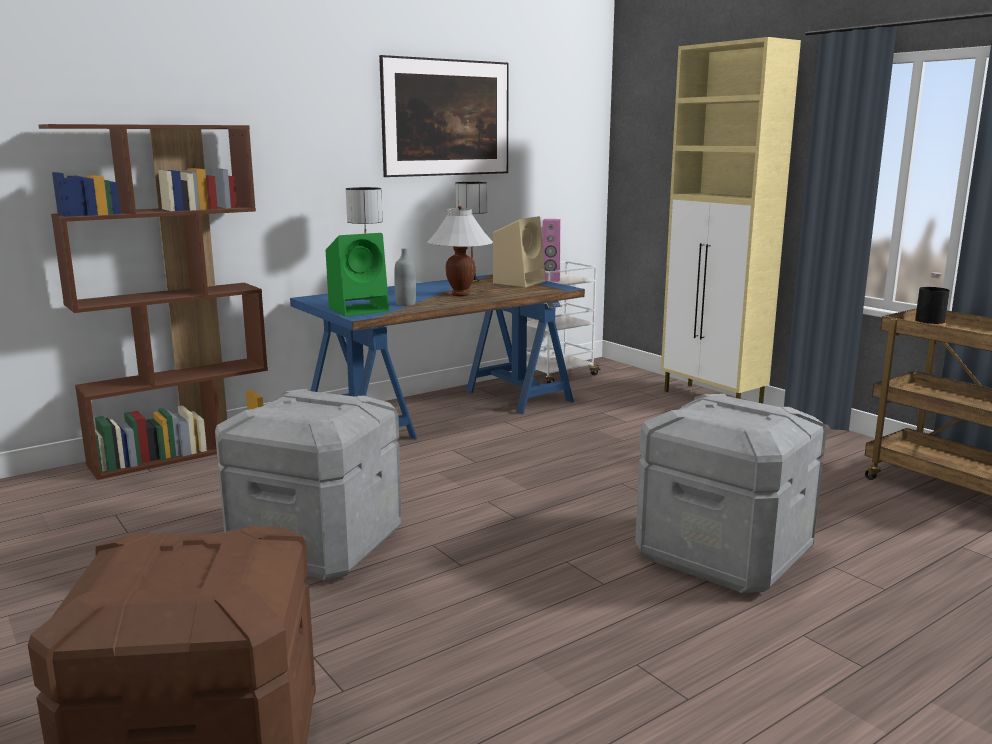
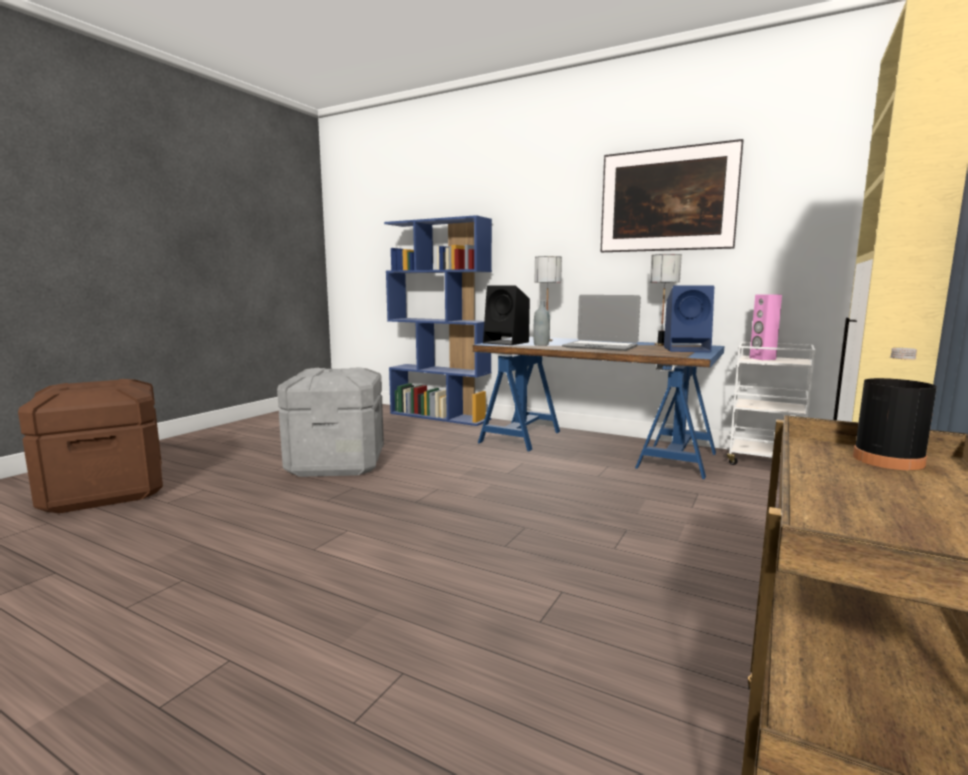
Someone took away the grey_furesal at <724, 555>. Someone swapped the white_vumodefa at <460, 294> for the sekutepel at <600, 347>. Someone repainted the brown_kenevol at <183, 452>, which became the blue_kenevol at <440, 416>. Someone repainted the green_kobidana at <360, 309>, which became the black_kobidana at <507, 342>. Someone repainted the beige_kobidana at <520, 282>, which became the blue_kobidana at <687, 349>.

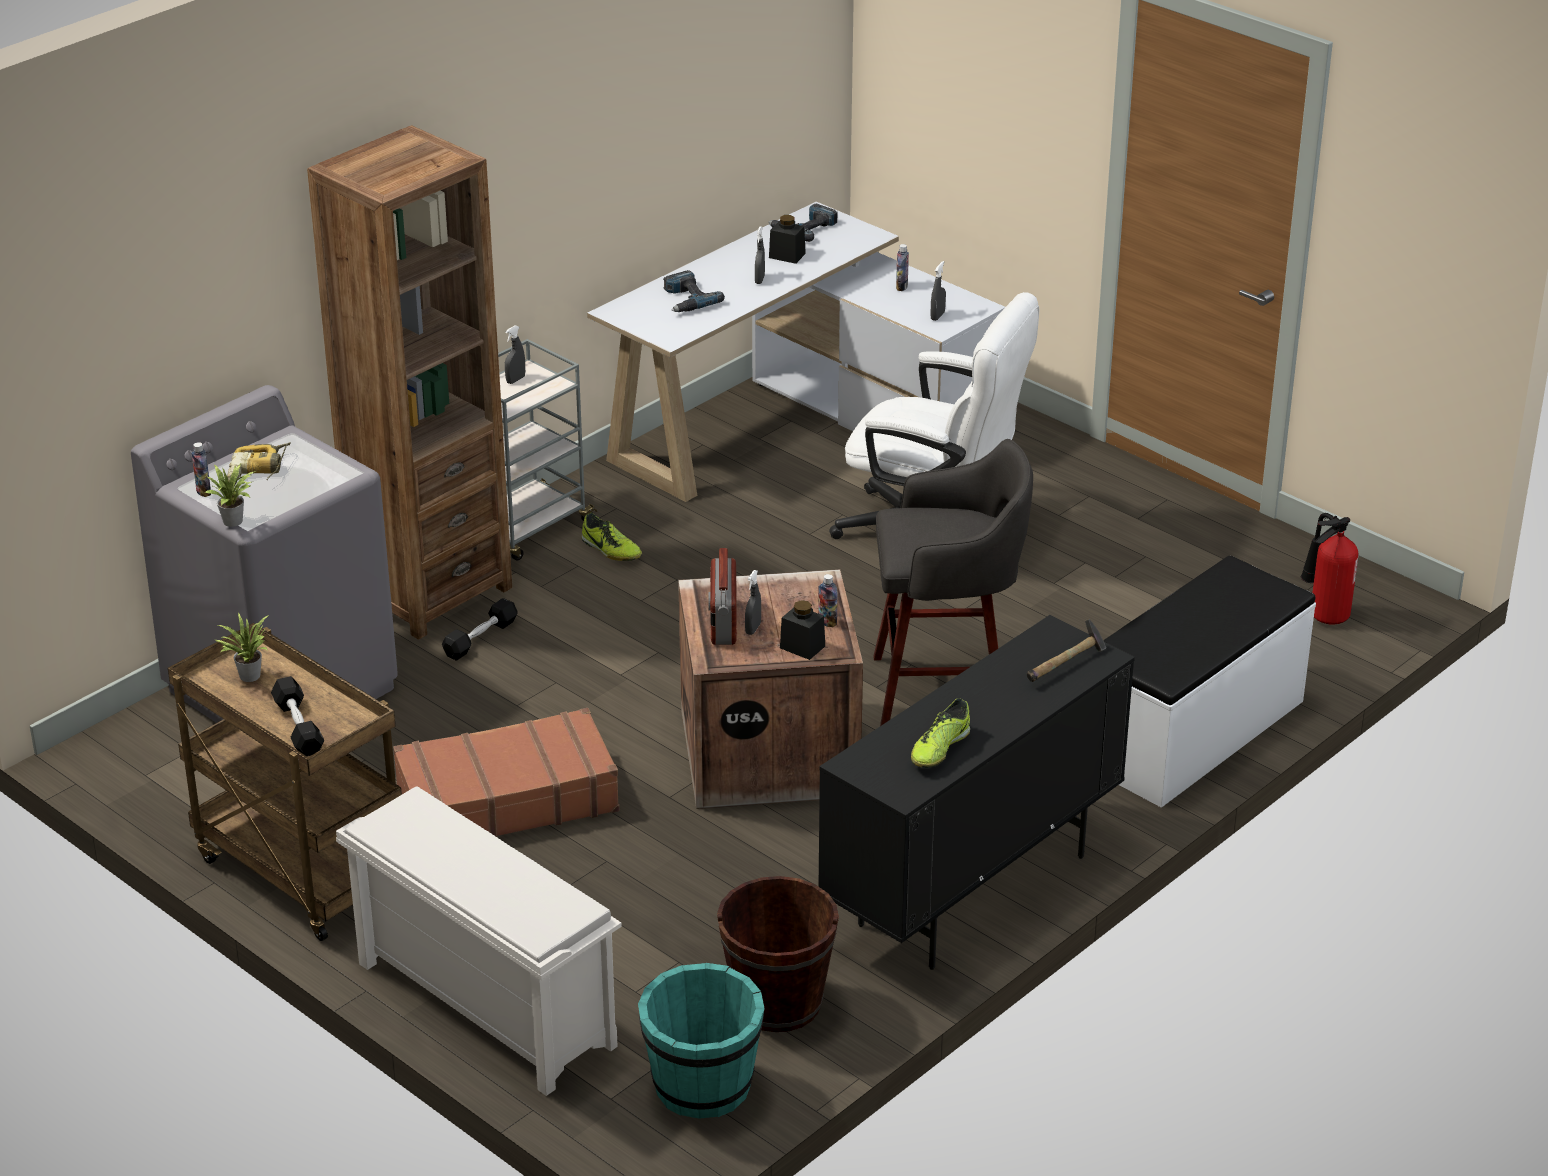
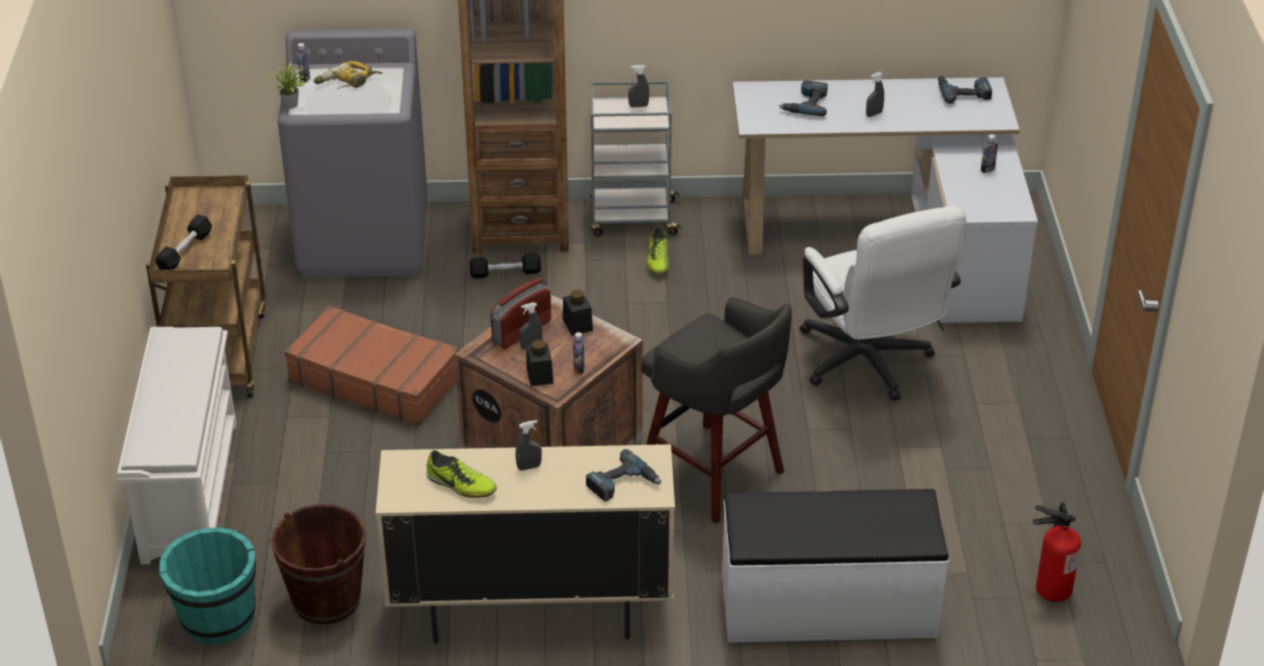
Someone took away the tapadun at <247, 675>. Someone carried the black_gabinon from <787, 255> to <577, 325>. Someone carried the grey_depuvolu from <937, 316> to <529, 467>. Someone swapped the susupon at <1066, 665> for the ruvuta at <623, 484>. Someone repainted the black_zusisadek at <972, 891>, which became the beige_zusisadek at <531, 612>. Someone rotated the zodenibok at <939, 749> by 135 degrees counterclockwise.

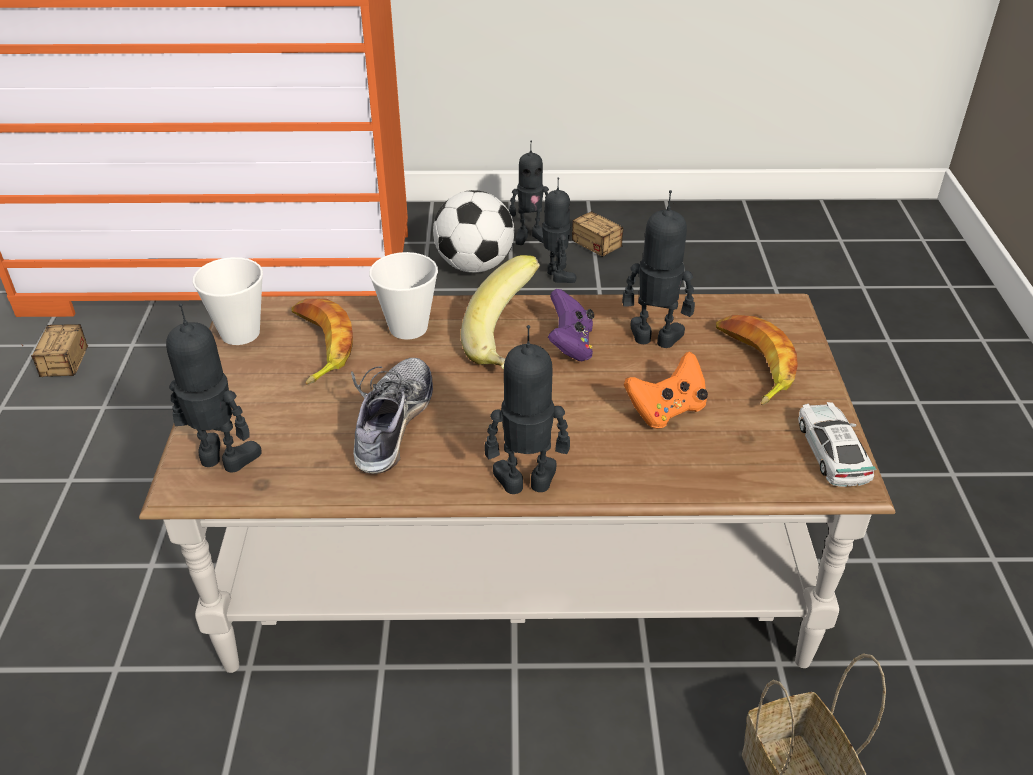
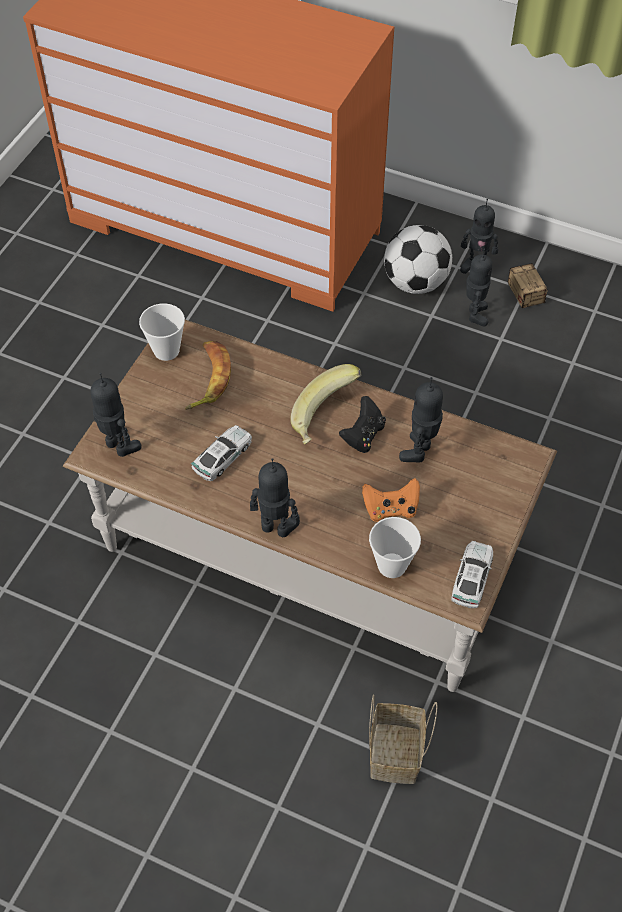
Someone took away the furesal at <54, 384>. Someone took away the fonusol at <752, 364>. Someone carried the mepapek from <408, 328> to <392, 565>. Someone swapped the zodenibok at <393, 424> for the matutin at <223, 456>. Someone repainted the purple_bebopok at <570, 345>, which became the black_bebopok at <363, 435>. Someone rotated the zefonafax at <654, 339> by 105 degrees counterclockwise.

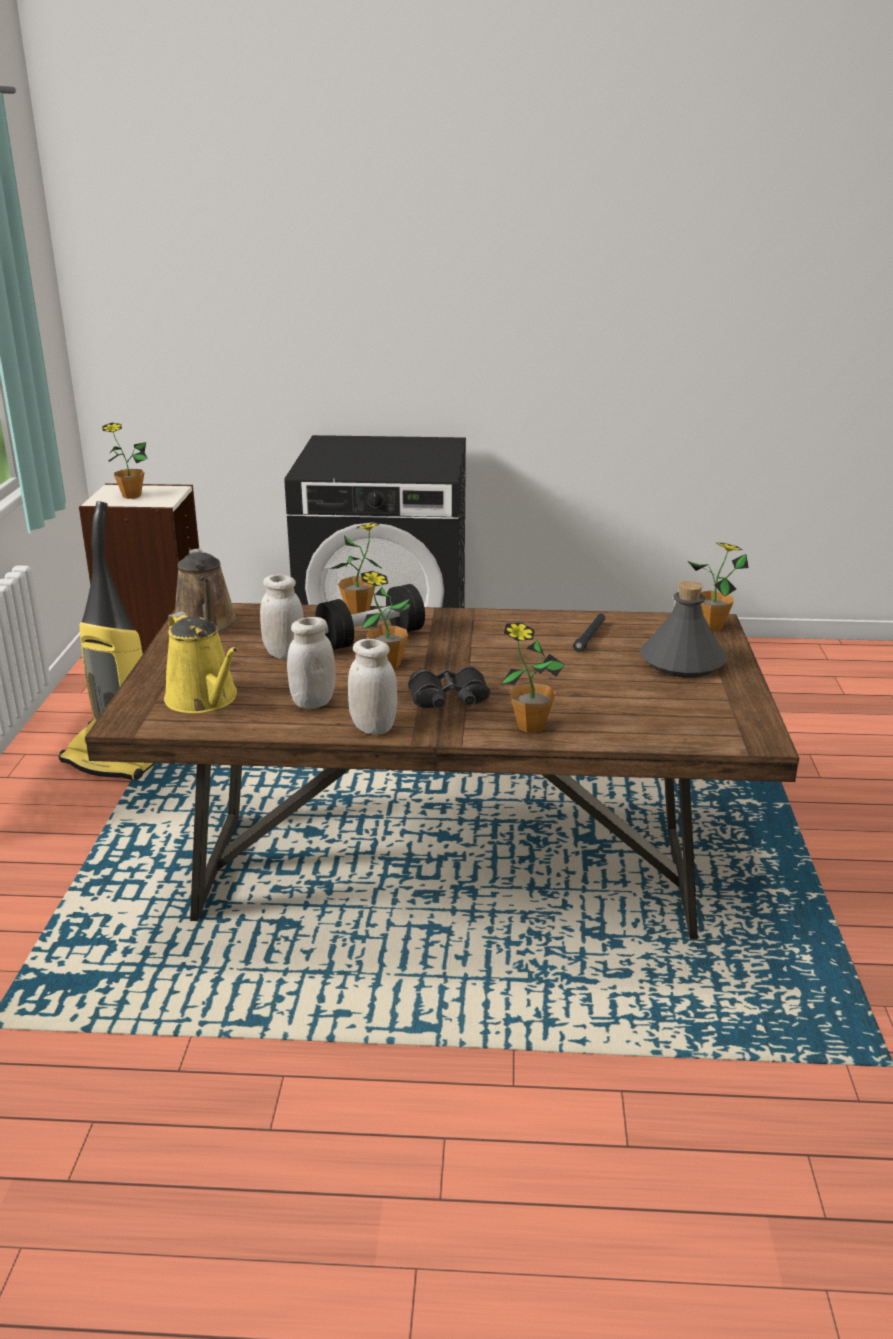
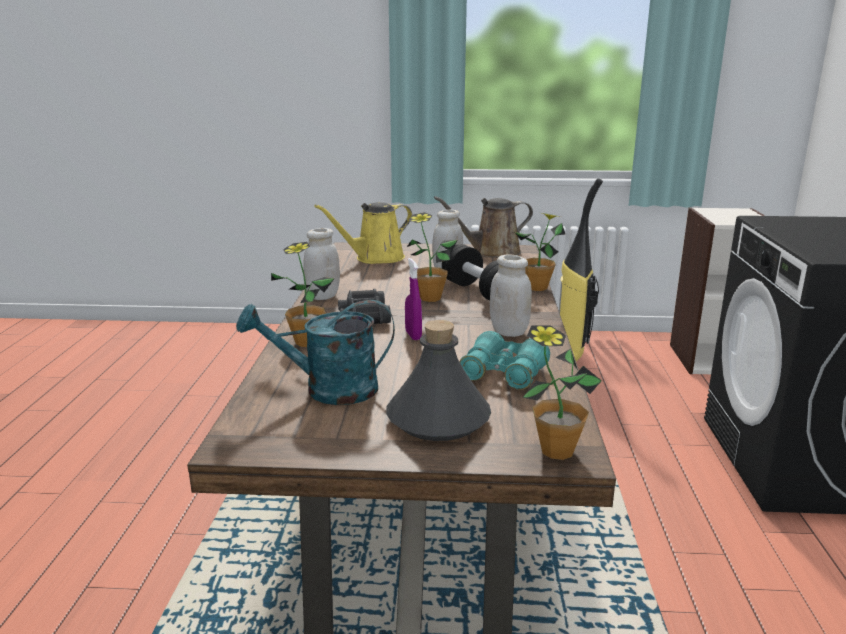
Someone took away the tapadun at <131, 496>. Someone put down the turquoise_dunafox at <328, 390>. Someone put down the purple_depuvolu at <413, 335>. Someone carried the white_gabinon from <313, 702> to <509, 332>. Someone swapped the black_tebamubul at <590, 636> for the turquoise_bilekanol at <503, 374>.

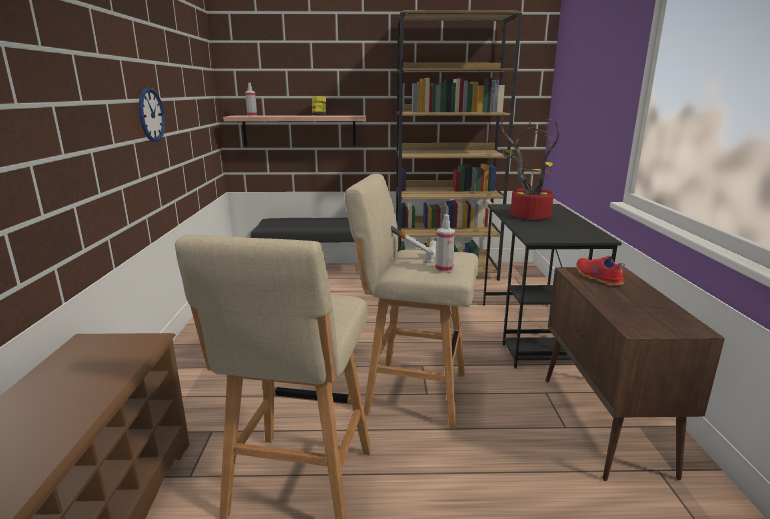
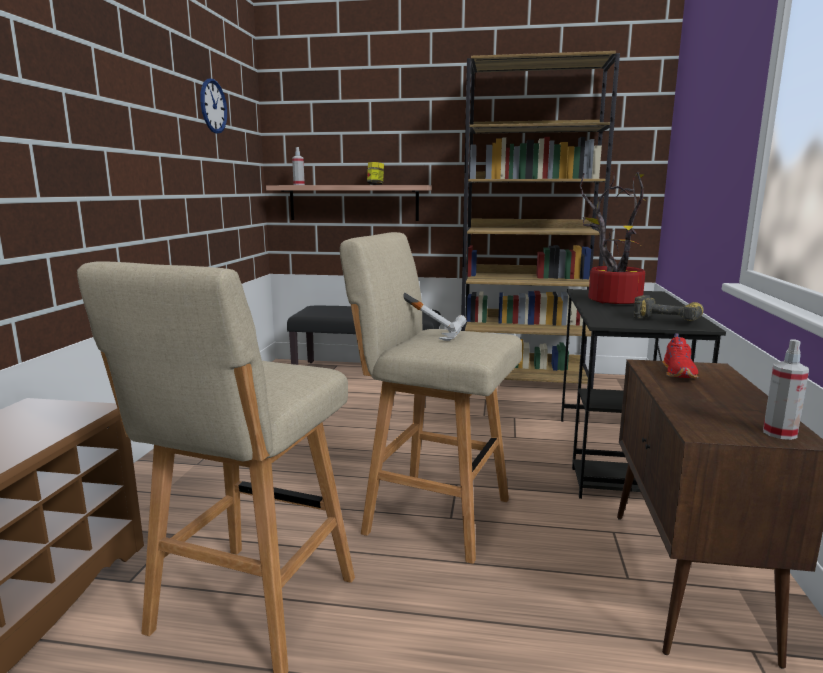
Someone put down the ruvuta at <669, 319>. Someone carried the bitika from <151, 115> to <213, 106>. Someone carried the depuvolu from <444, 269> to <779, 433>. Someone rotated the red_zodenibok at <597, 278> by 150 degrees counterclockwise.

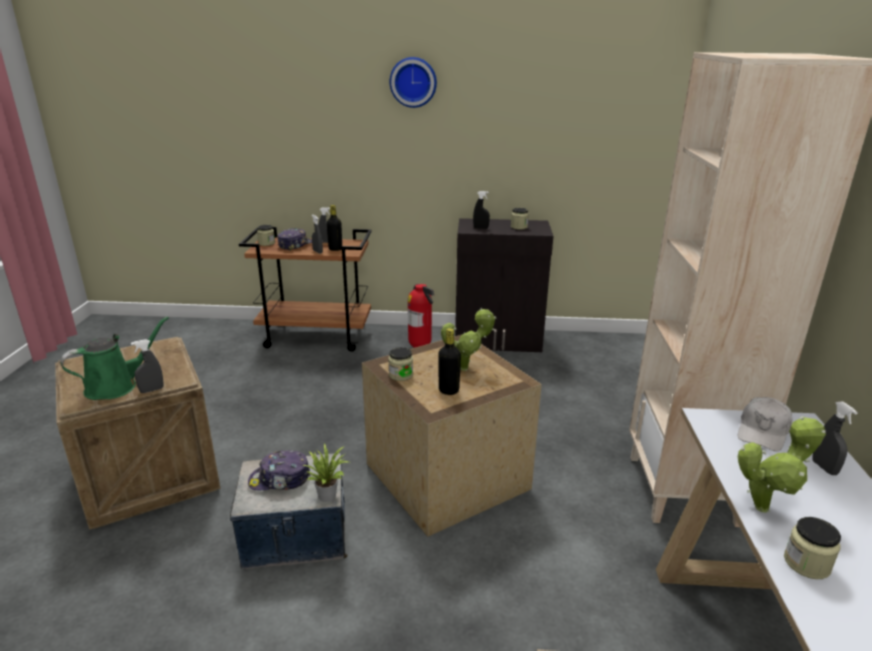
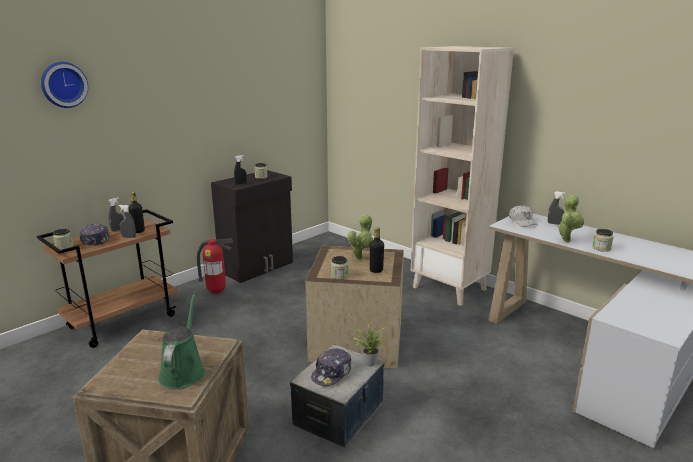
Someone took away the grey_depuvolu at <152, 390>. Someone carried the bitika from <413, 82> to <63, 84>.

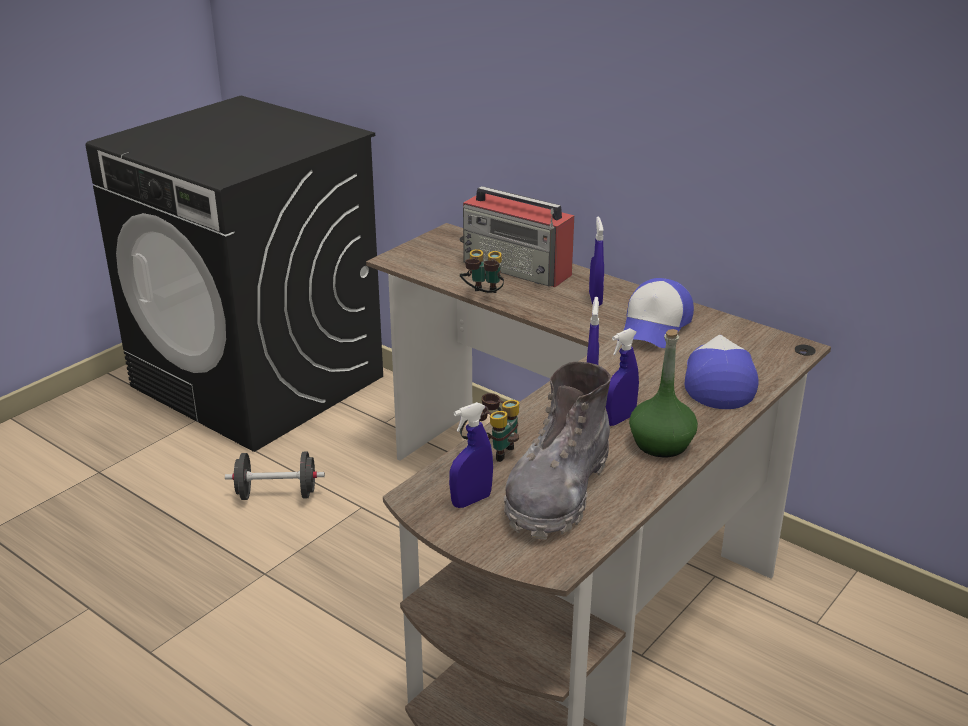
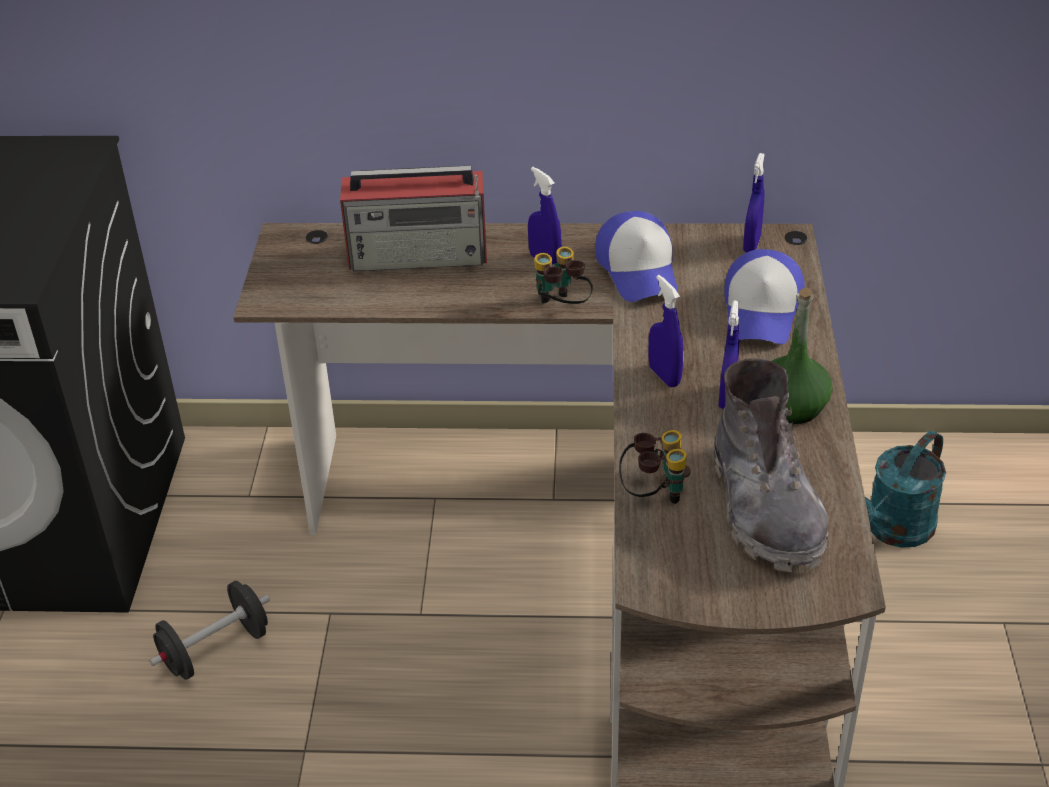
Someone put down the turquoise_dunafox at <893, 531>. Someone carried the blue_depuvolu from <471, 500> to <751, 244>. Someone carried the bilekanol from <483, 297> to <561, 307>. Someone rotated the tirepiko at <716, 381> by 135 degrees counterclockwise.

